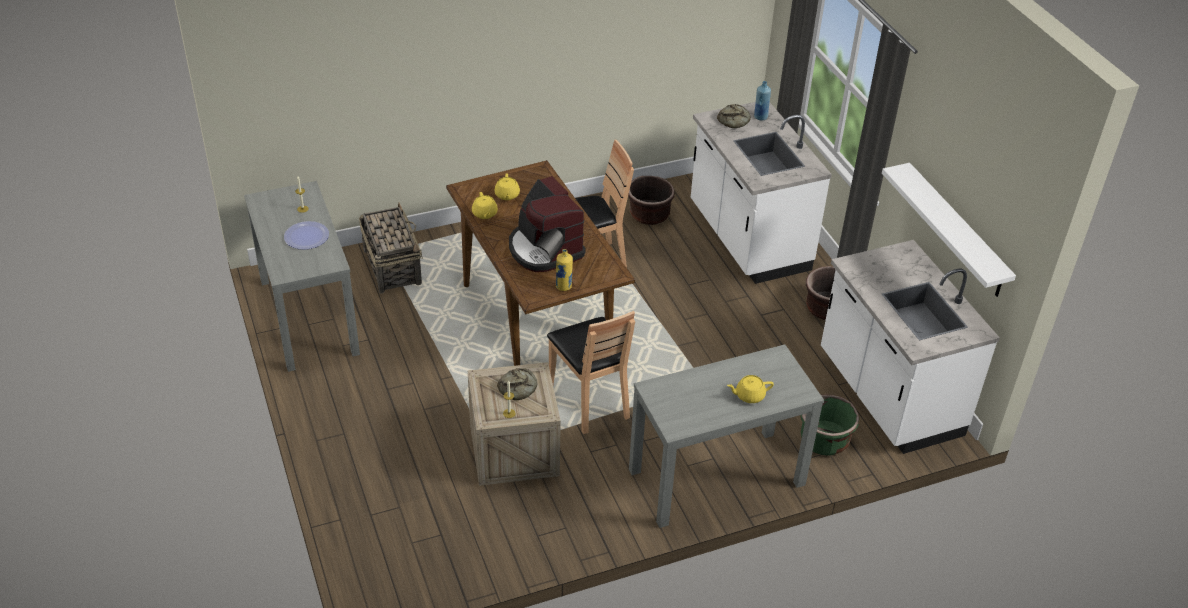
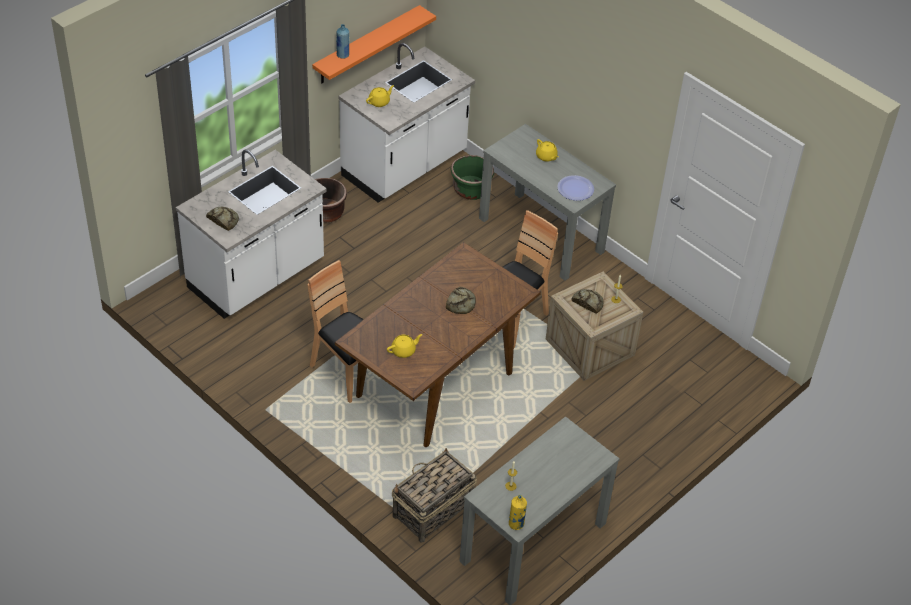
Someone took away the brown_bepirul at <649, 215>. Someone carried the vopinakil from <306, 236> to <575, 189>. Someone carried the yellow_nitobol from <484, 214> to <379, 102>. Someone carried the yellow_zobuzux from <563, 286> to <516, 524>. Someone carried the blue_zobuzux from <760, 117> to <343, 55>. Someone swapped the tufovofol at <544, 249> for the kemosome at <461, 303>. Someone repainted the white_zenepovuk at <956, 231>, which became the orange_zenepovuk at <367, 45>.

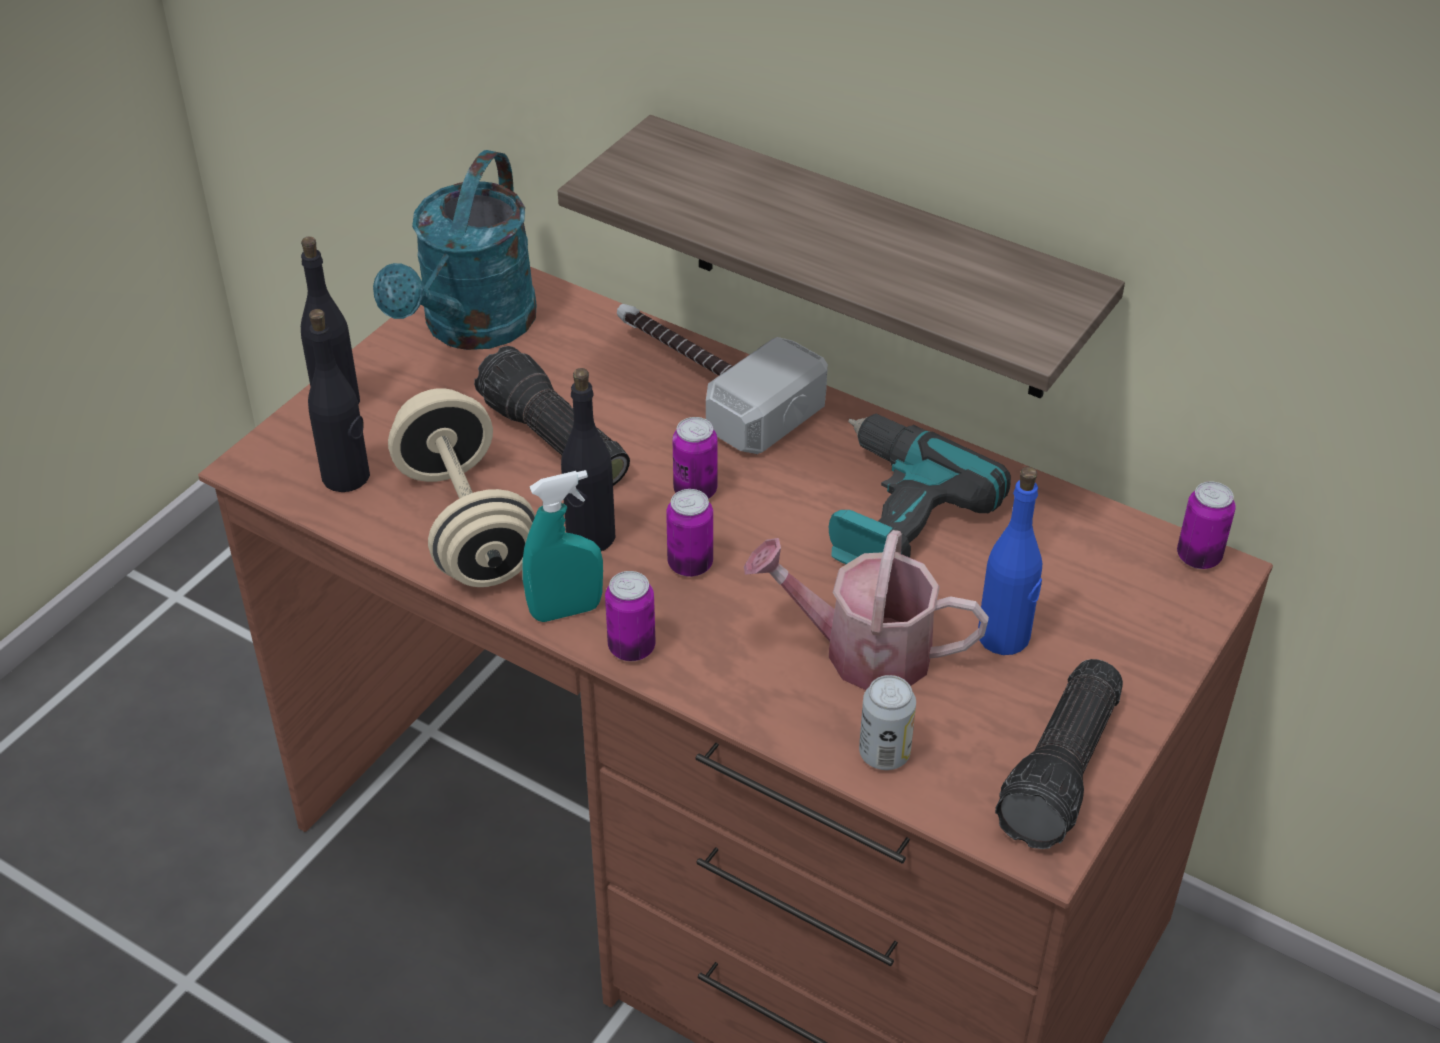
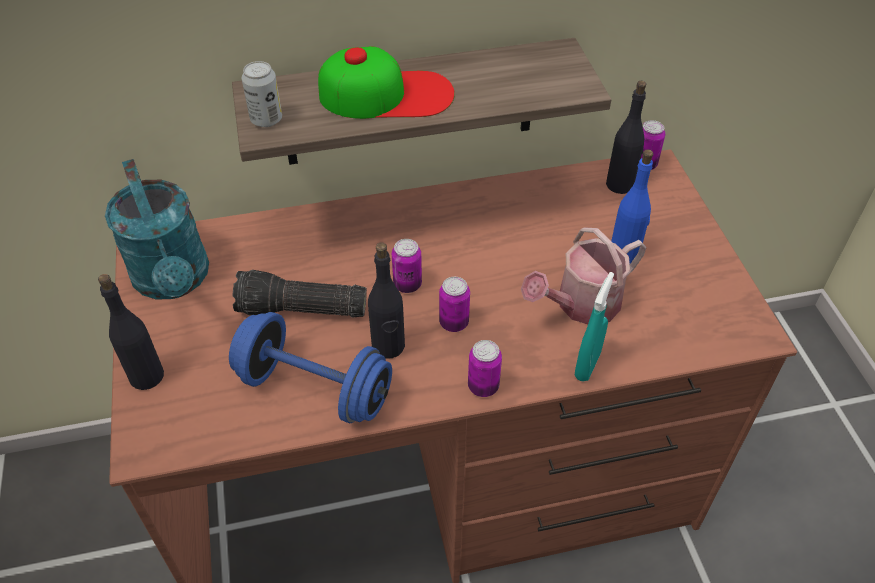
Someone took away the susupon at <706, 382>. Someone took away the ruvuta at <893, 515>. Someone took away the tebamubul at <1064, 772>. Someone put down the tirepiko at <387, 94>. Someone carried the black_zobuzux from <346, 477> to <620, 184>. Someone carried the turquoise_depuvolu from <566, 610> to <587, 365>. Someone carried the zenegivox from <884, 754> to <266, 119>. Someone repainted the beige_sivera at <466, 524>, which became the blue_sivera at <314, 388>.

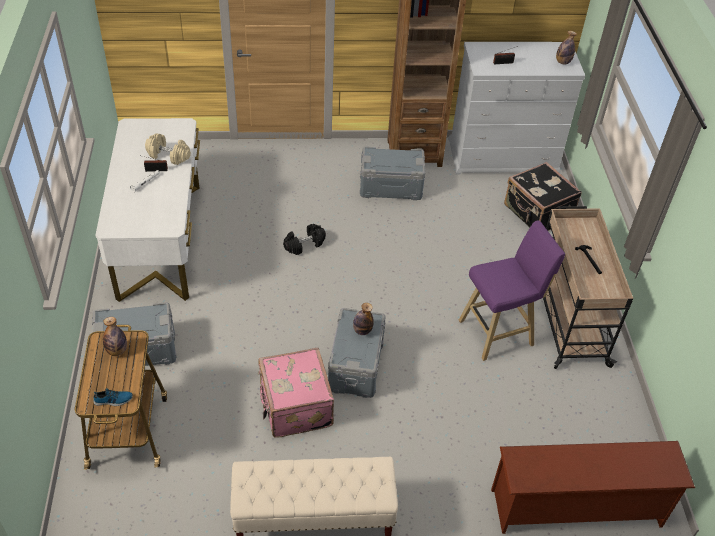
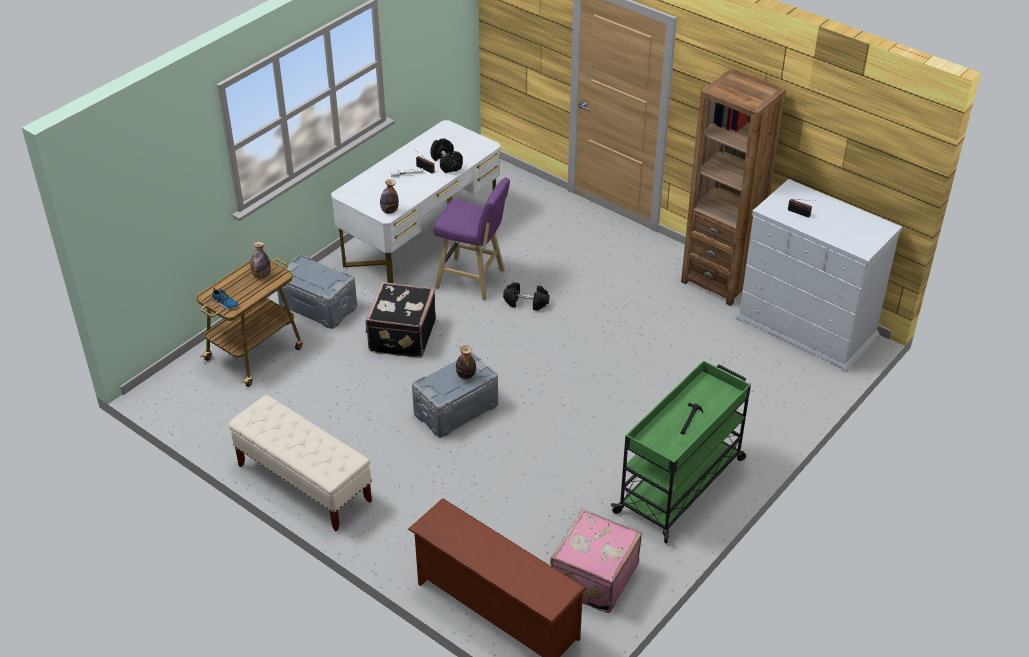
Someone took away the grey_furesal at <390, 186>. Someone carried the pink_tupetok from <294, 407> to <592, 577>. Someone carried the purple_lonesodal from <499, 332> to <473, 280>. Someone carried the black_tupetok from <537, 213> to <401, 336>. Someone carried the zobuzux from <563, 62> to <389, 211>. Someone repainted the beige_sivera at <169, 156>, which became the black_sivera at <447, 163>. Someone repainted the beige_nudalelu at <567, 316>, which became the green_nudalelu at <681, 484>.

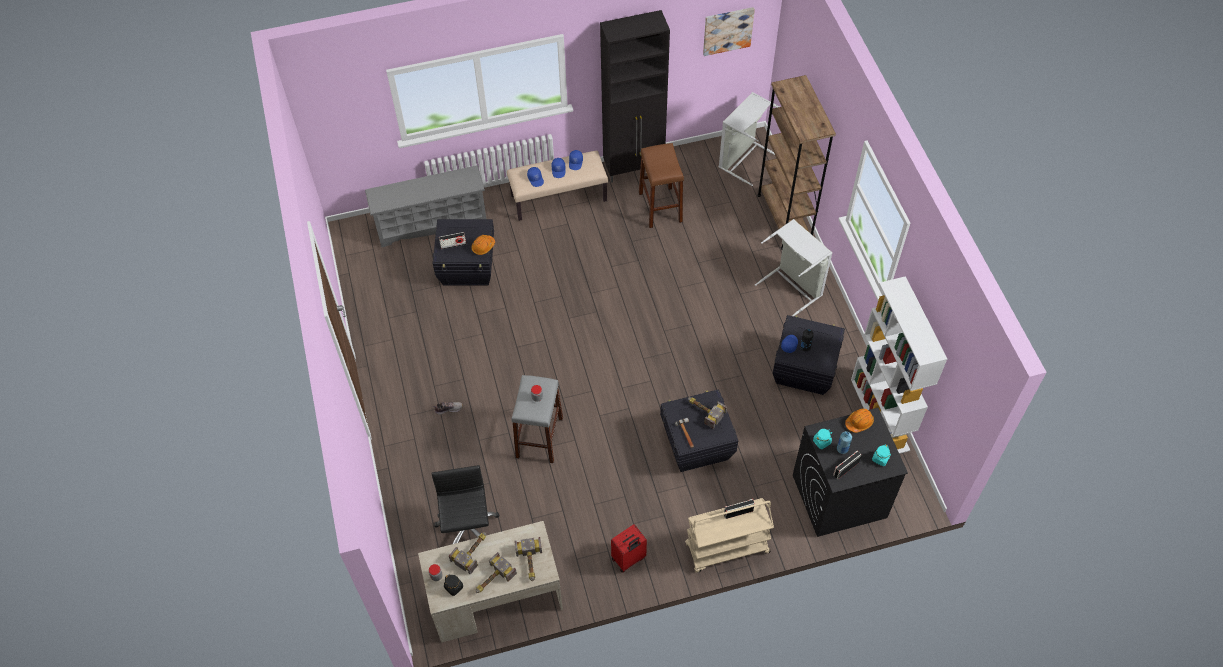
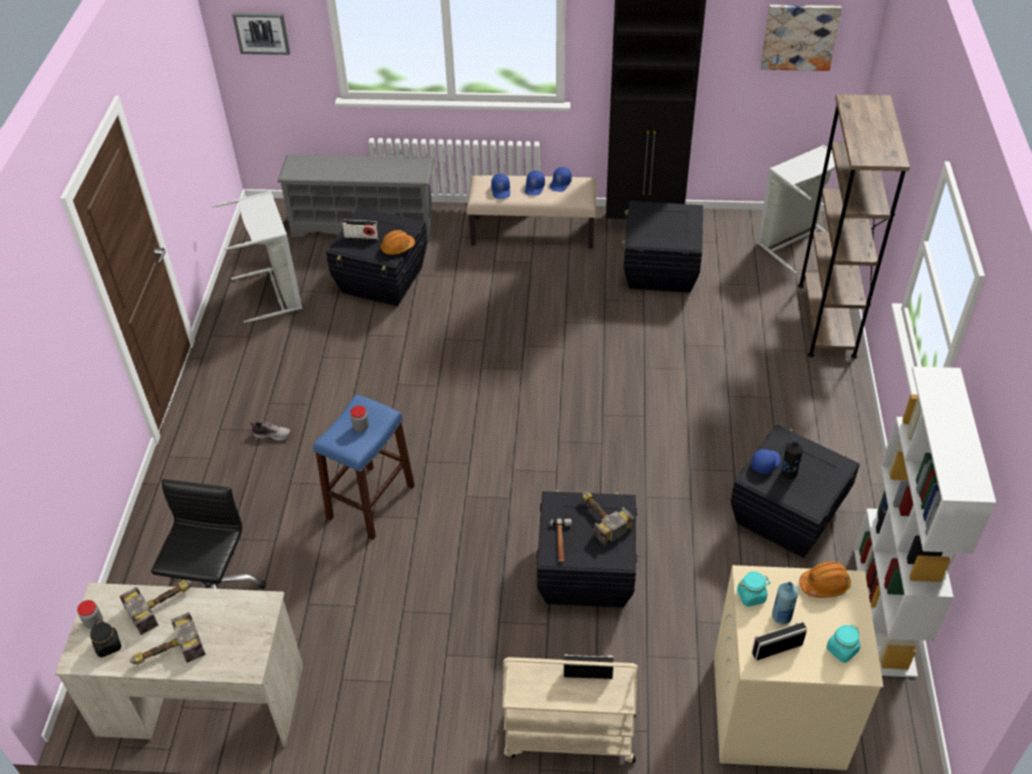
Someone took away the susupon at <530, 563>. Someone took away the red_tupetok at <628, 559>. Someone put up the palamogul at <261, 32>. Someone carried the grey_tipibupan from <793, 286> to <275, 292>. Someone swapped the brown_lonesodal at <660, 207> for the black_furesal at <660, 271>. Someone repainted the grey_lonesodal at <539, 437>, which became the blue_lonesodal at <371, 502>. Someone repainted the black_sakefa at <838, 496>, which became the beige_sakefa at <776, 712>.

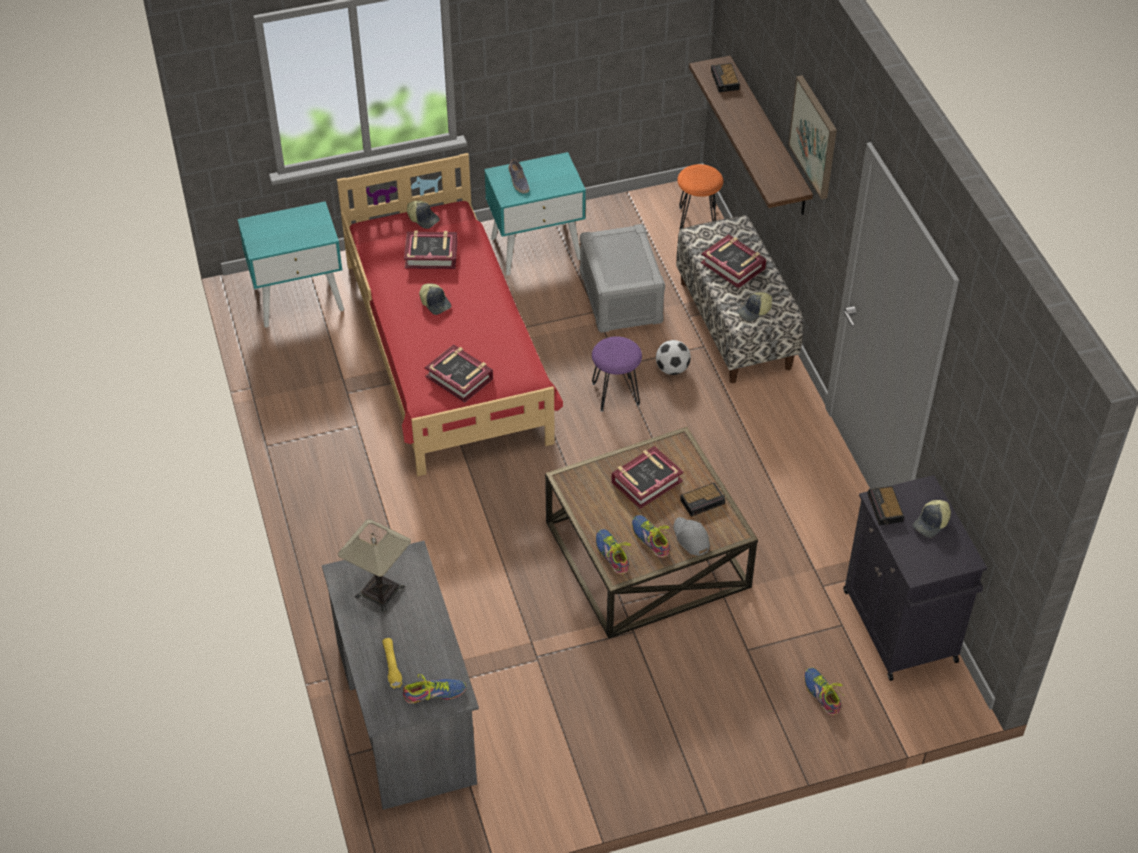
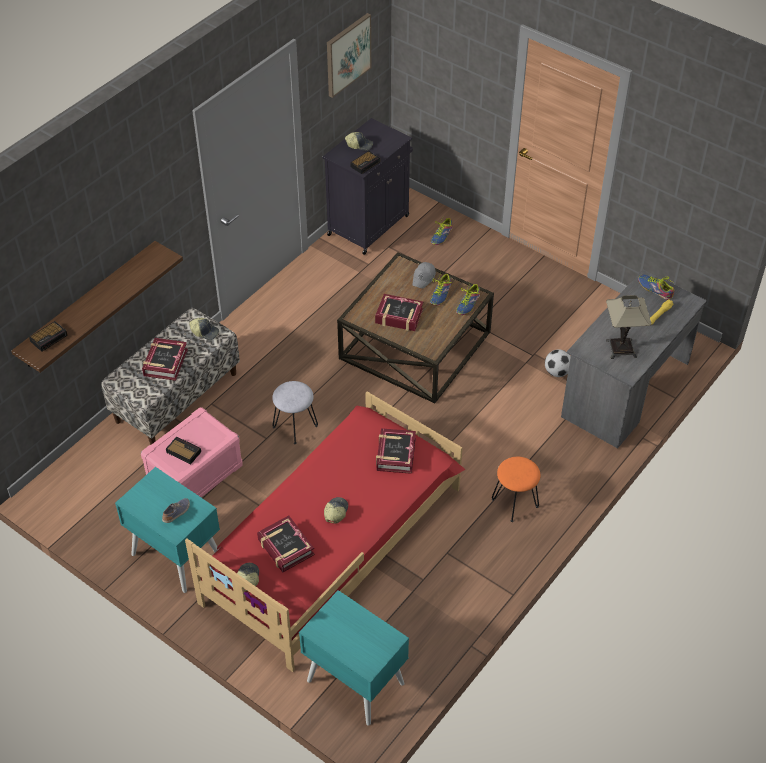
Someone carried the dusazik from <672, 369> to <557, 372>. Someone carried the orange_lonesodal from <698, 219> to <514, 502>. Someone carried the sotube from <703, 501> to <183, 452>. Someone carried the palamogul from <814, 136> to <347, 54>. Someone repainted the grey_furesal at <620, 297>, which became the pink_furesal at <195, 474>. Someone repainted the purple_lonesodal at <616, 394>, which became the grey_lonesodal at <295, 426>.

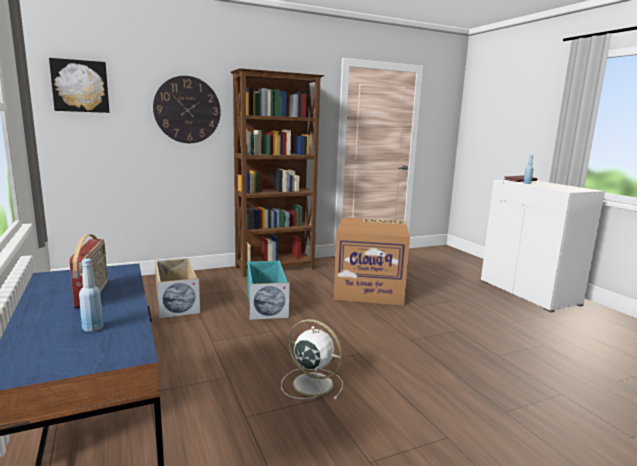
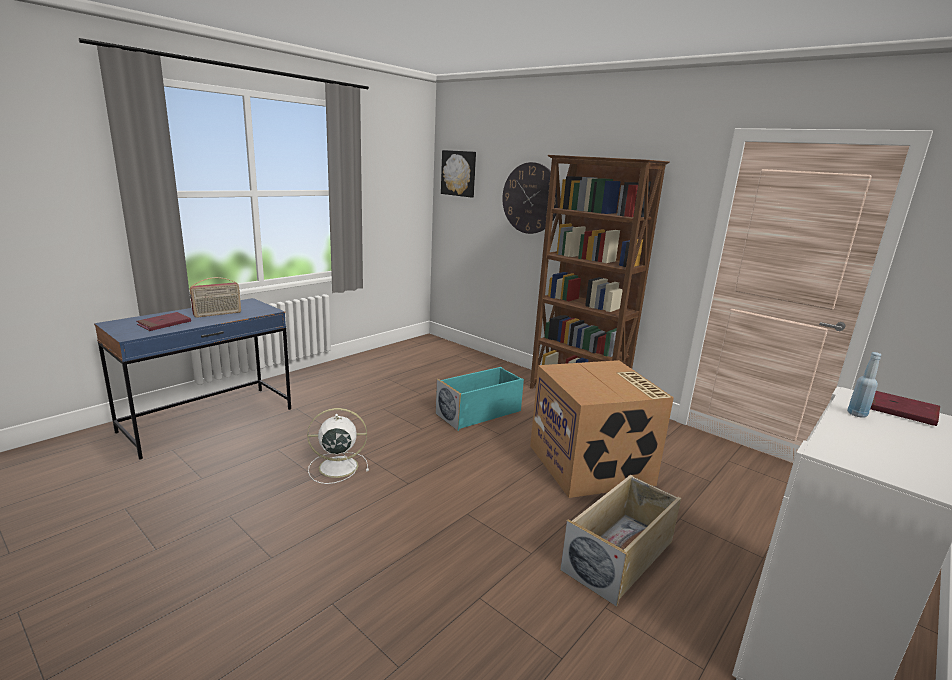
Someone carried the beige_furesal from <176, 301> to <619, 555>. Someone swapped the blue_zobuzux at <93, 328> for the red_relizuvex at <164, 324>. Someone rotated the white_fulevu at <311, 383> by 105 degrees counterclockwise.

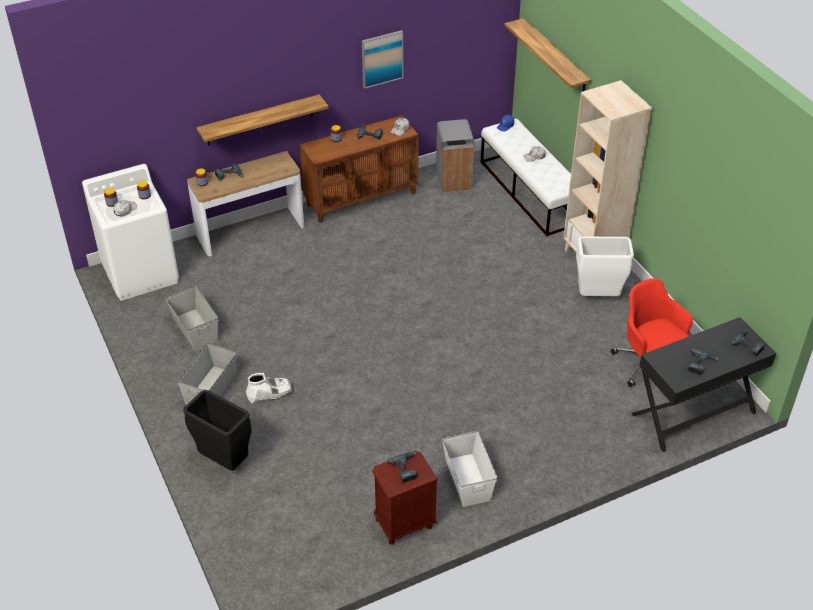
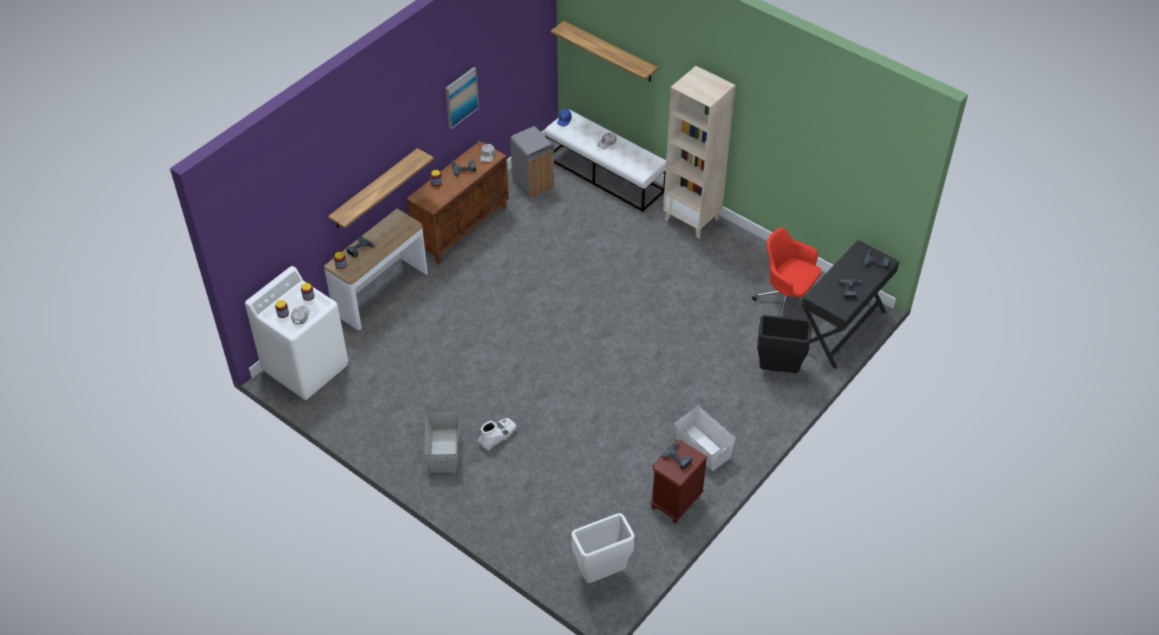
Someone took away the grey_furesal at <194, 329>. Someone carried the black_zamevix from <225, 461> to <778, 369>. Someone carried the white_zamevix from <598, 297> to <602, 574>.

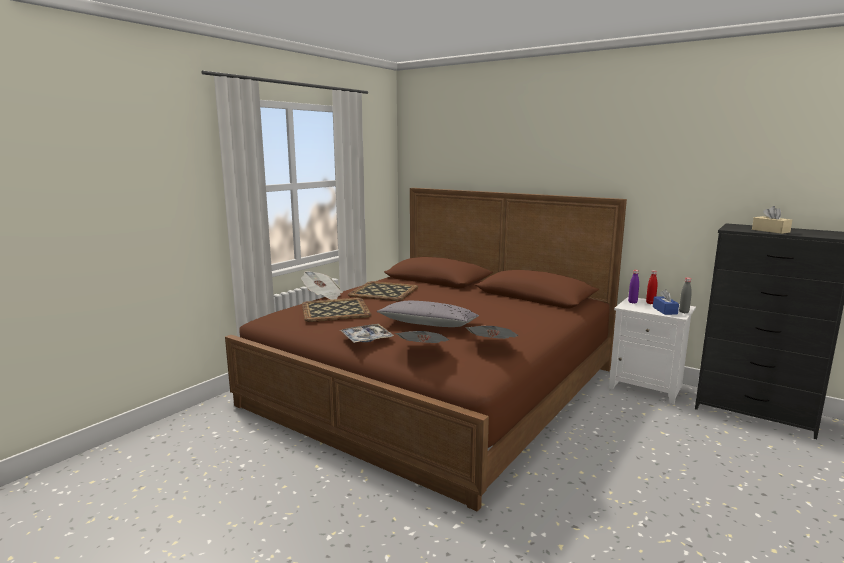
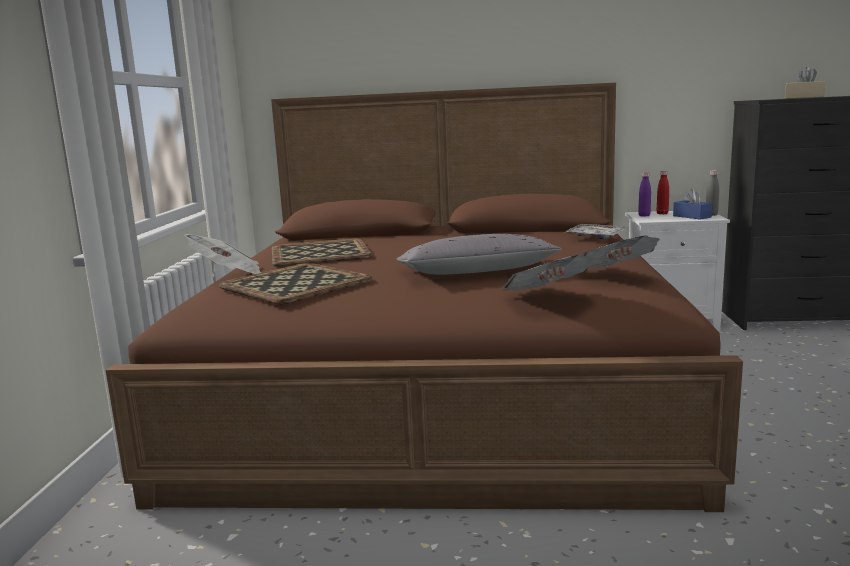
Someone carried the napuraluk from <366, 338> to <596, 237>.

